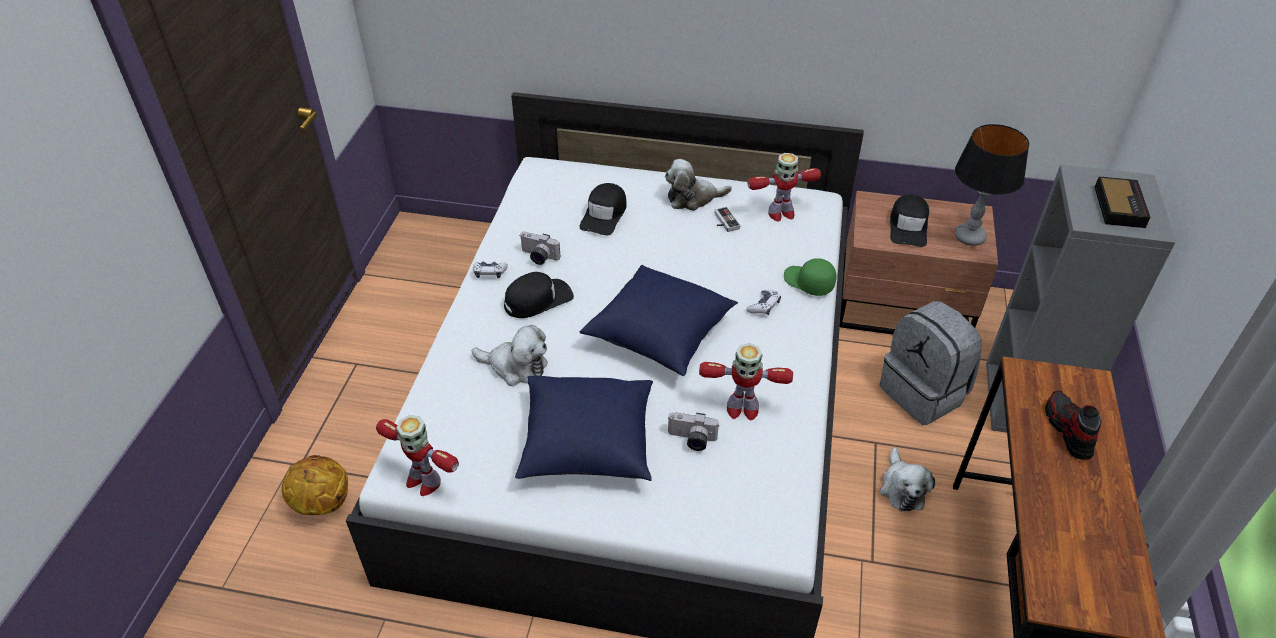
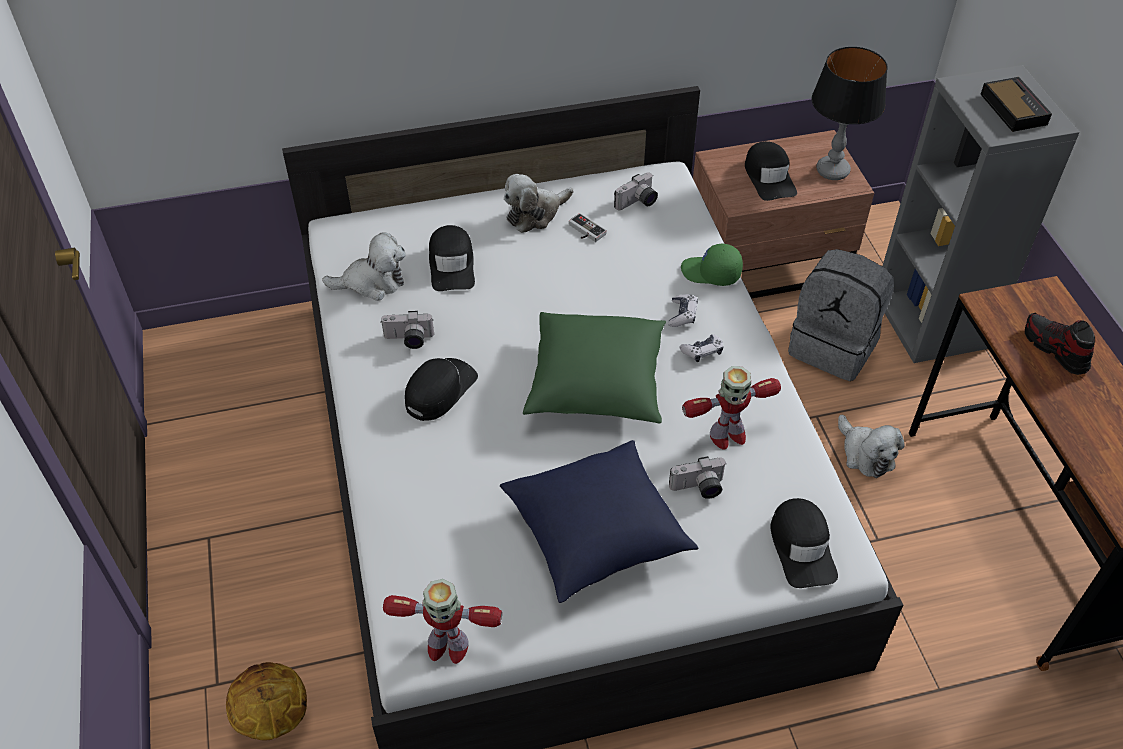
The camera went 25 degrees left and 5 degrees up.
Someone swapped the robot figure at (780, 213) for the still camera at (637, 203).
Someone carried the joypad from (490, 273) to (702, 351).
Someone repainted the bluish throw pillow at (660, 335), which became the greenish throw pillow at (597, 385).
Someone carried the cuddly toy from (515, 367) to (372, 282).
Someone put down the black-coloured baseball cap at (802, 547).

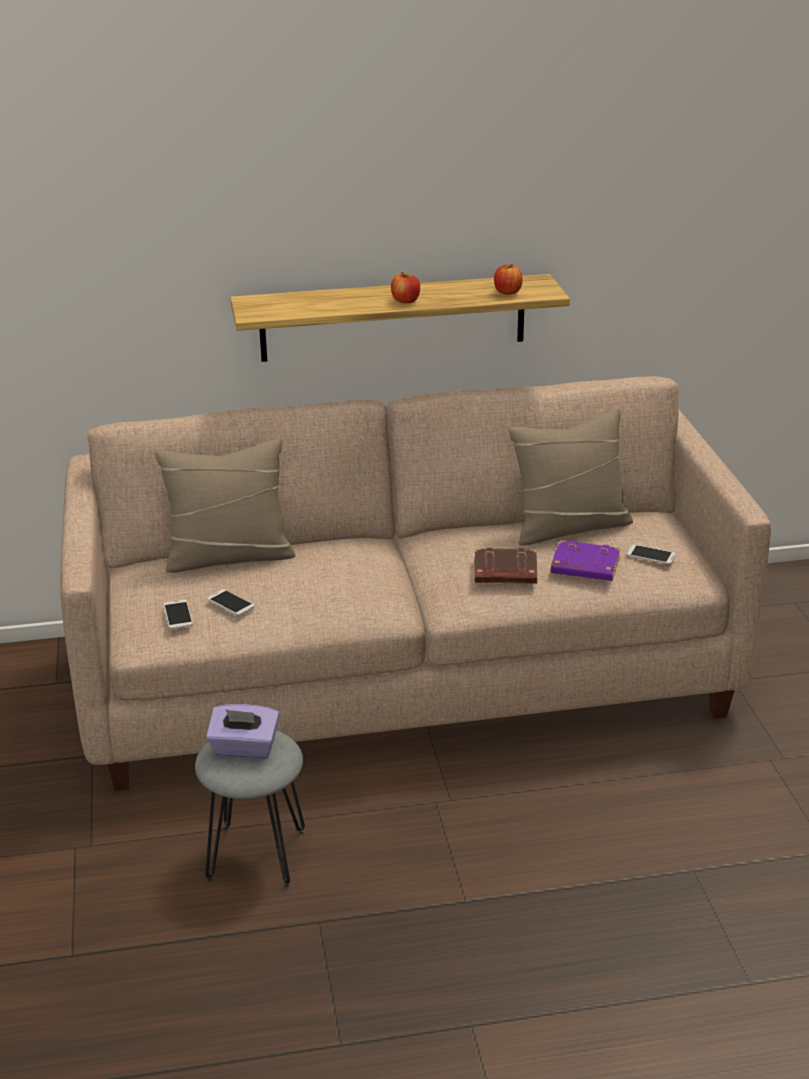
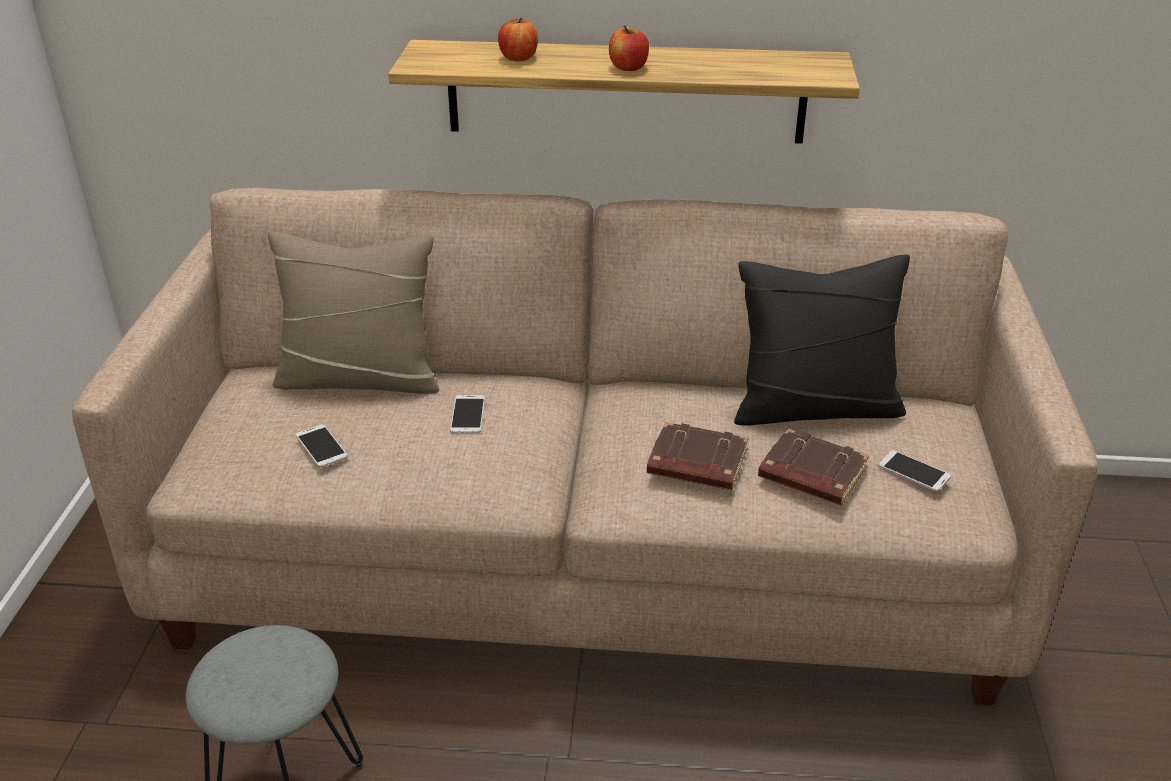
The camera went 15 degrees right and 5 degrees up.
Someone carried the apple from (507, 292) to (518, 58).
Someone repainted the beige-coloured throw pillow at (569, 527), which became the black-coloured throw pillow at (814, 407).
Someone repainted the purple bound book at (584, 567), which became the brown bound book at (810, 474).
Someone carried the telephone from (178, 615) to (467, 415).
Someone took away the purple tissue holder at (244, 749).

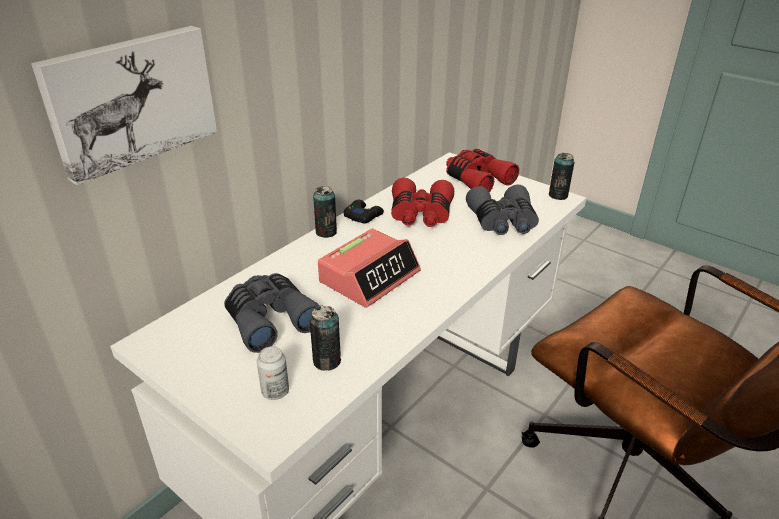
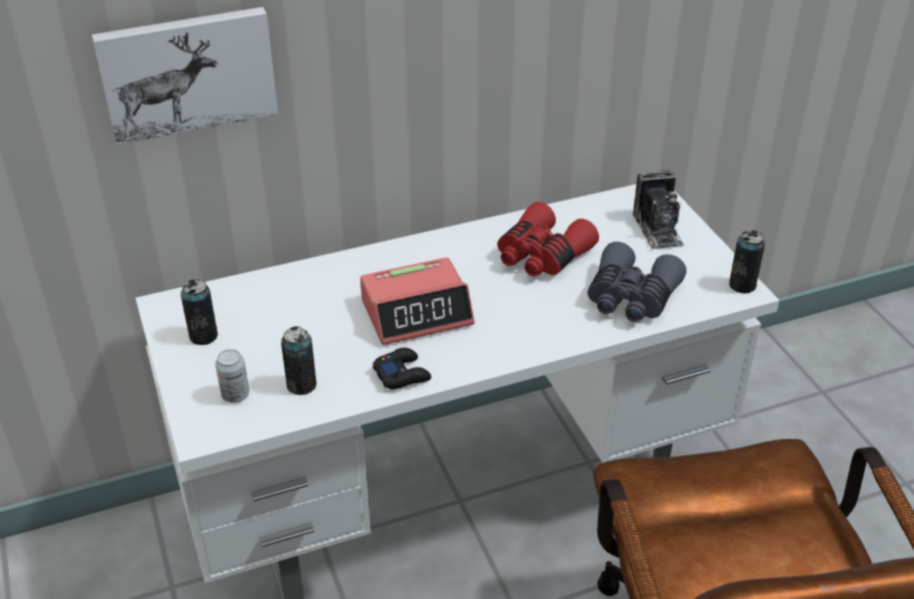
The camera went 30 degrees right and 5 degrees up.
Someone swapped the red pair of binoculars at (477, 179) for the still camera at (657, 229).
Someone carried the sealed can from (326, 232) to (203, 336).
Someone carried the black-coloured joypad from (363, 216) to (402, 374).
Someone took away the grey pair of binoculars at (270, 319).

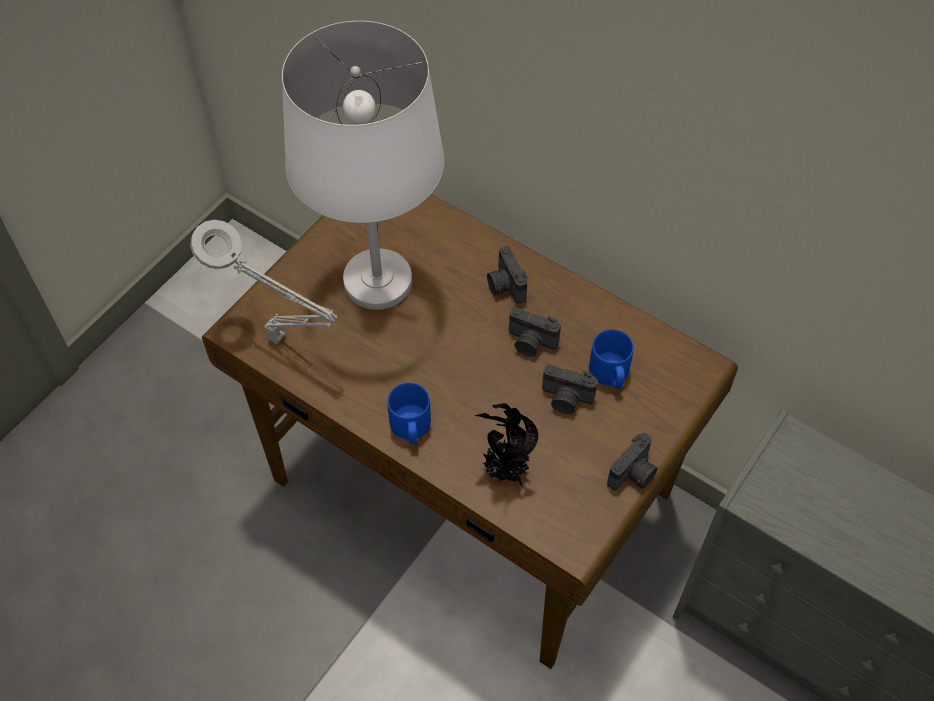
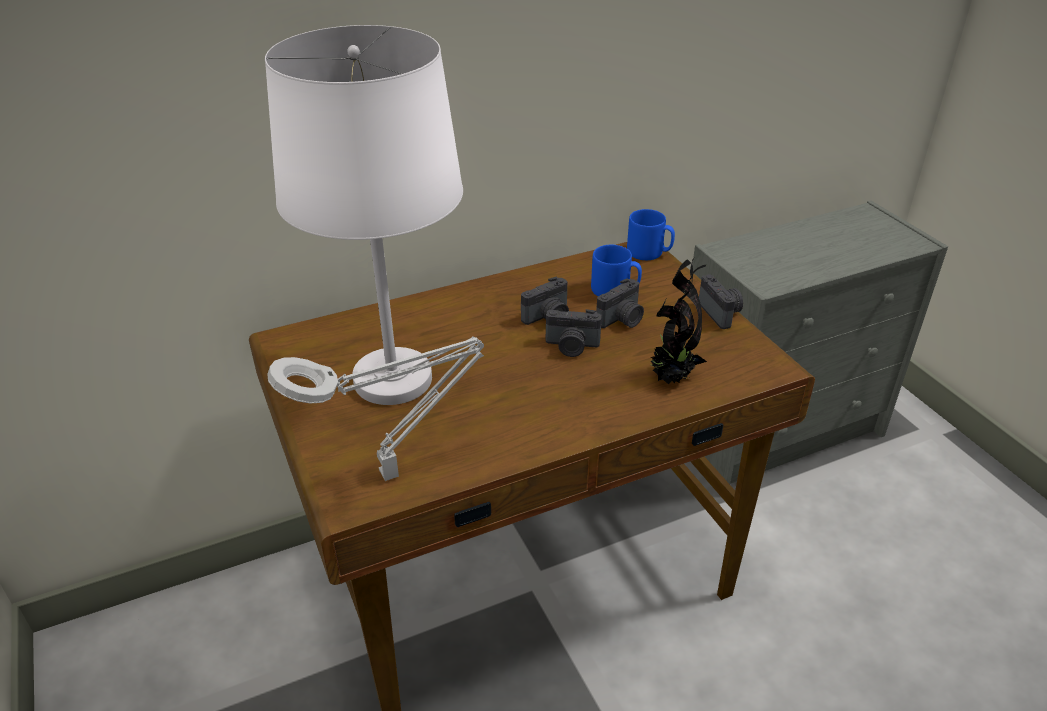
The camera went 60 degrees left and 20 degrees down.
Someone carried the still camera from (505, 286) to (571, 347).
Someone carried the bluish mug from (411, 427) to (649, 253).

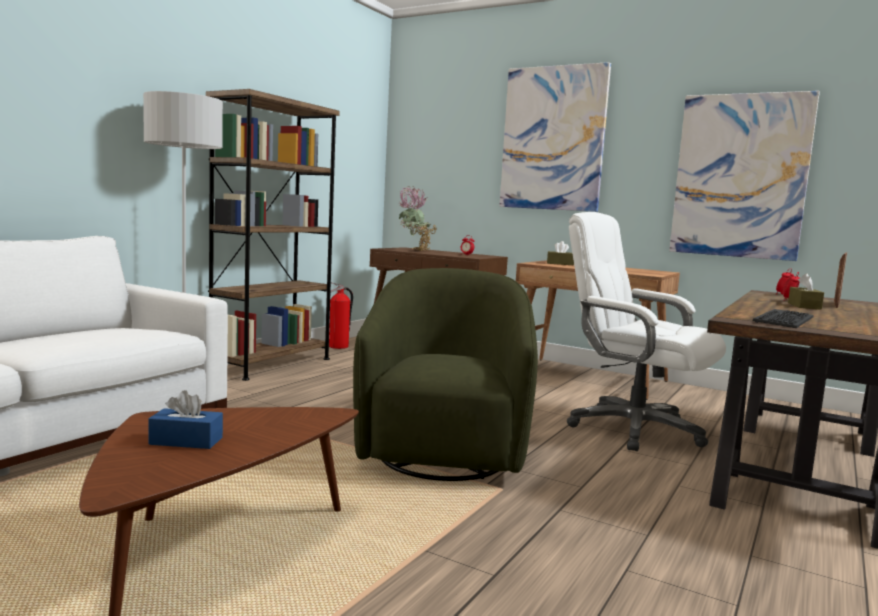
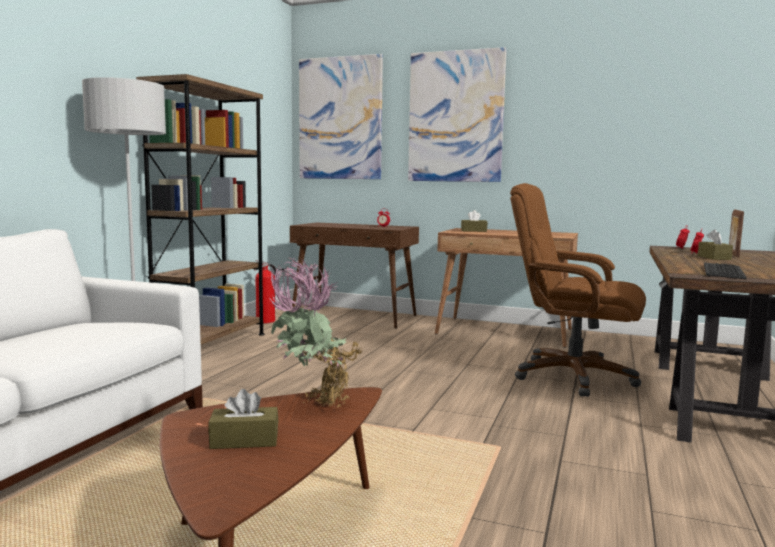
The camera went 10 degrees left and 0 degrees up.
Someone carried the wall picture from (740, 176) to (340, 118).
Someone carried the houseplant from (414, 251) to (312, 404).
Someone repainted the white-coloured computer chair at (633, 429), which became the brown computer chair at (572, 376).
Someone took away the greenish armchair at (444, 450).
Someone repainted the bluish tissue holder at (186, 441), which became the brown tissue holder at (244, 440).

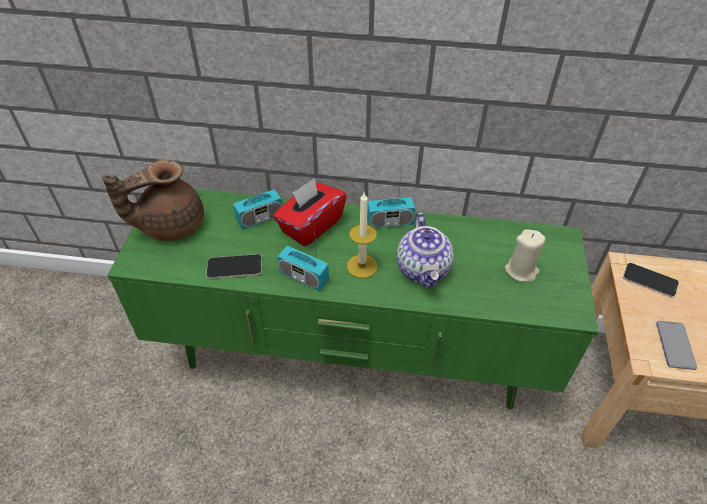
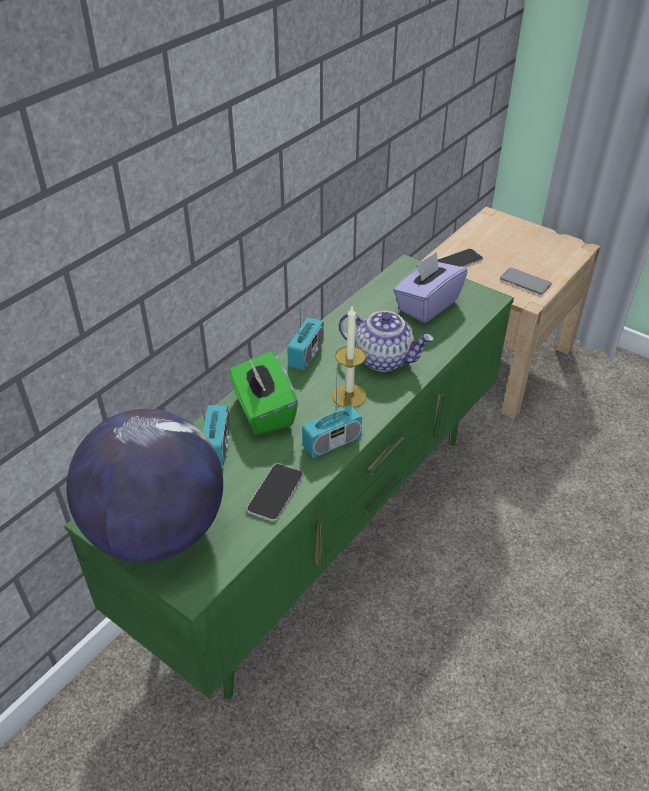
The camera went 60 degrees left and 5 degrees down.
Someone swapped the brown teapot at (170, 225) for the world globe at (157, 531).
Someone repainted the red tissue holder at (310, 226), which became the greenish tissue holder at (263, 411).
Someone swapped the beige-coloured candle at (521, 271) for the purple tissue holder at (427, 305).

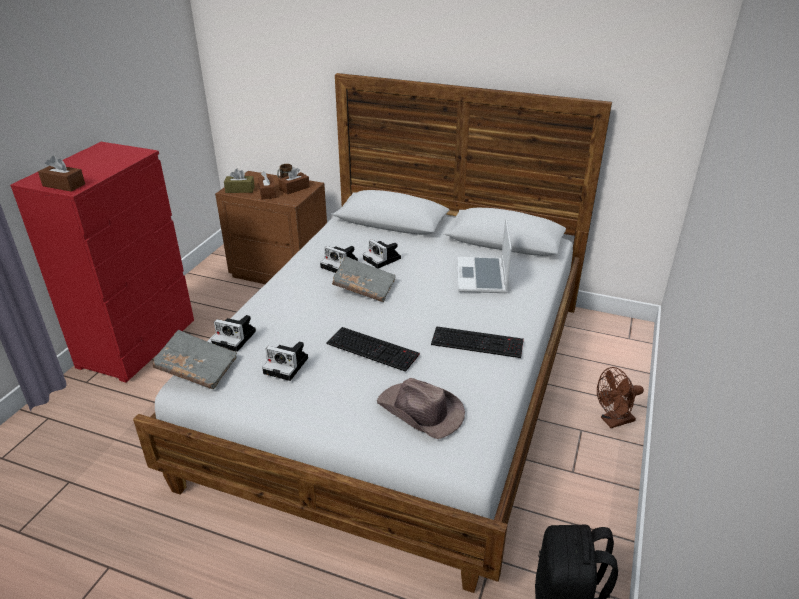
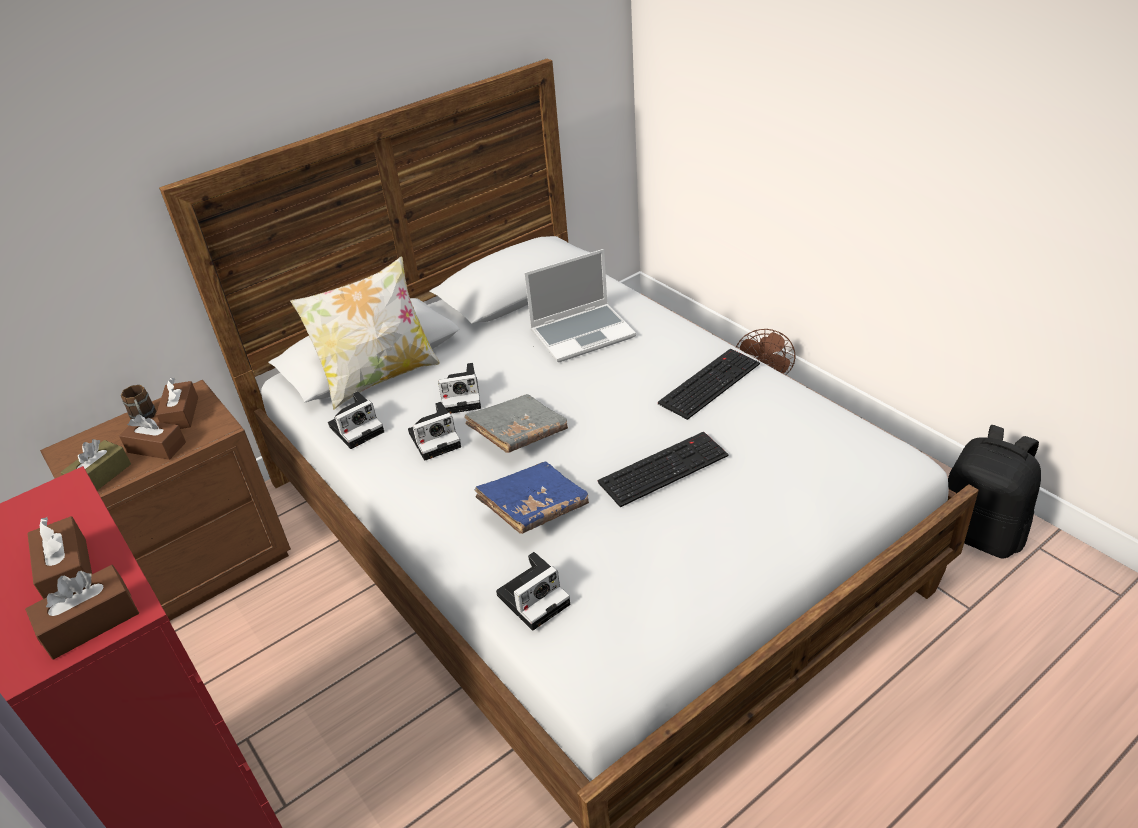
The camera went 55 degrees left and 5 degrees up.
Someone rotated the portable computer at (482, 277) by 60 degrees counterclockwise.
Someone took away the grey bound book at (197, 369).
Someone carried the still camera from (288, 365) to (358, 428).
Someone took away the brown hat at (420, 411).
Someone put down the throw pillow at (380, 377).
Someone put down the bluish bound book at (534, 508).
Someone put down the brown tissue holder at (68, 572).

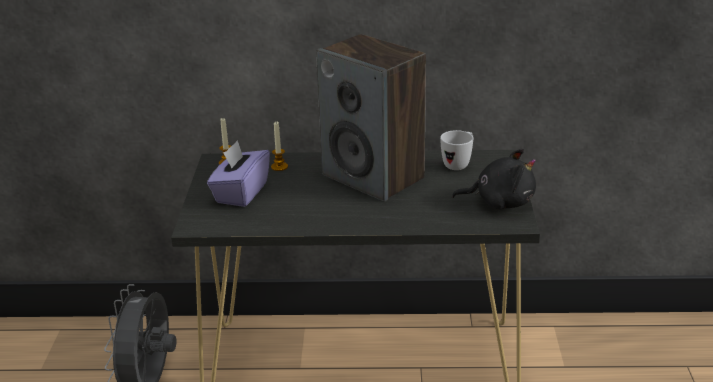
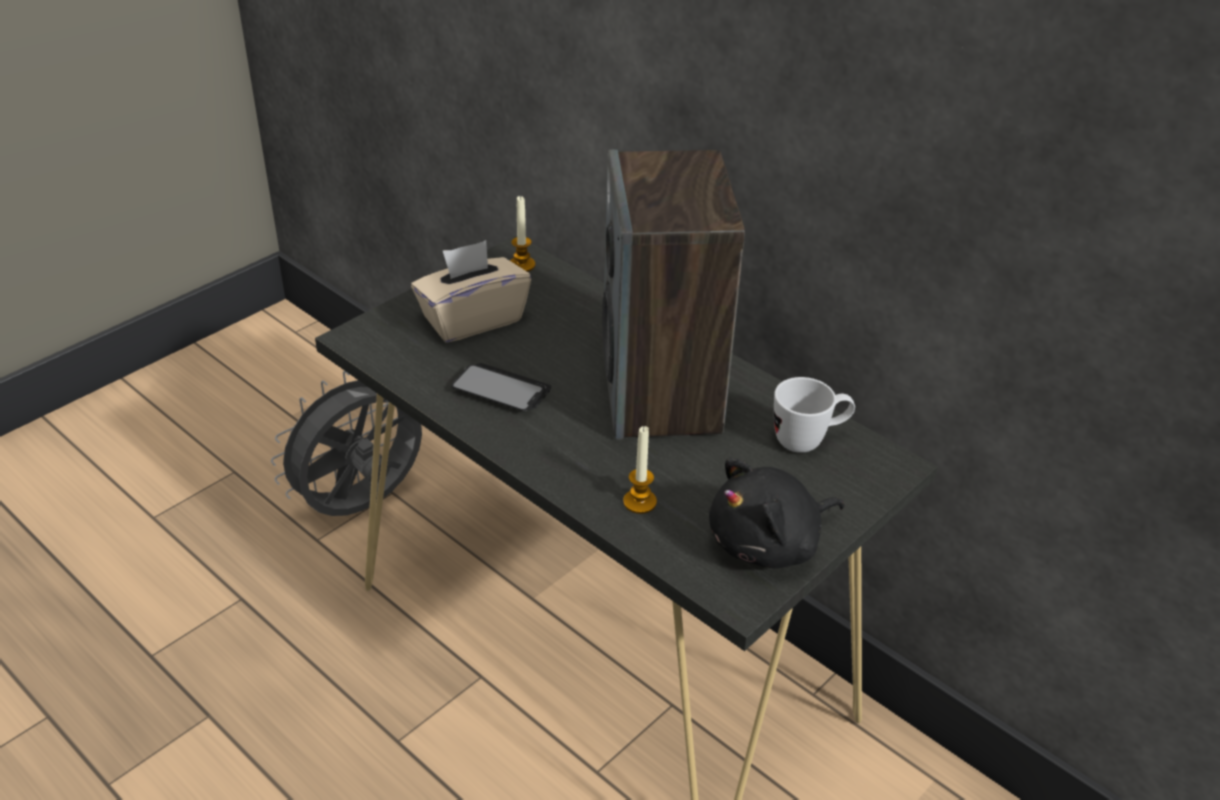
The camera went 40 degrees right and 10 degrees up.
Someone carried the candle from (279, 167) to (640, 502).
Someone repainted the purple tissue holder at (241, 193), which became the beige-coloured tissue holder at (472, 319).
Someone rotated the black-coloured cuddly toy at (500, 202) by 105 degrees clockwise.
Someone put down the telephone at (501, 389).

